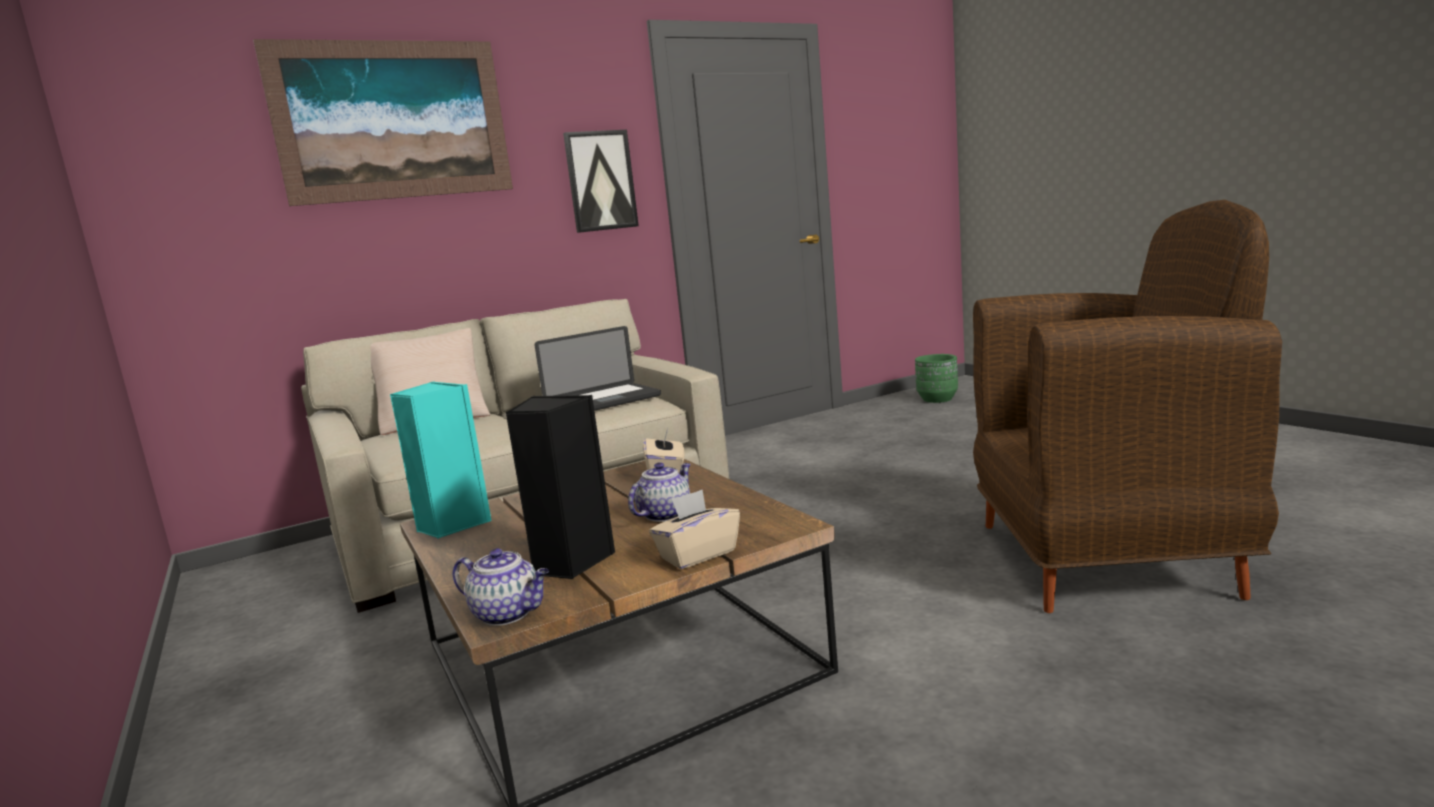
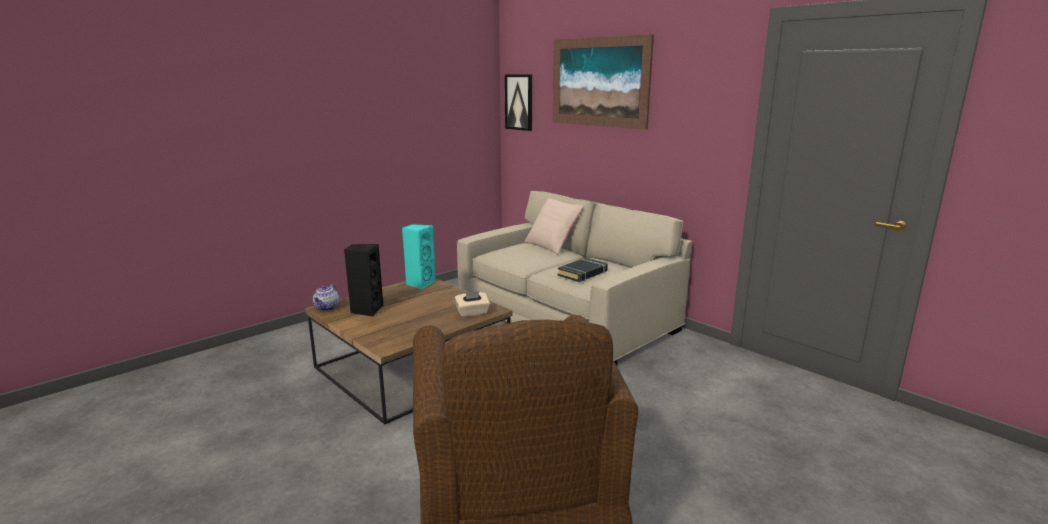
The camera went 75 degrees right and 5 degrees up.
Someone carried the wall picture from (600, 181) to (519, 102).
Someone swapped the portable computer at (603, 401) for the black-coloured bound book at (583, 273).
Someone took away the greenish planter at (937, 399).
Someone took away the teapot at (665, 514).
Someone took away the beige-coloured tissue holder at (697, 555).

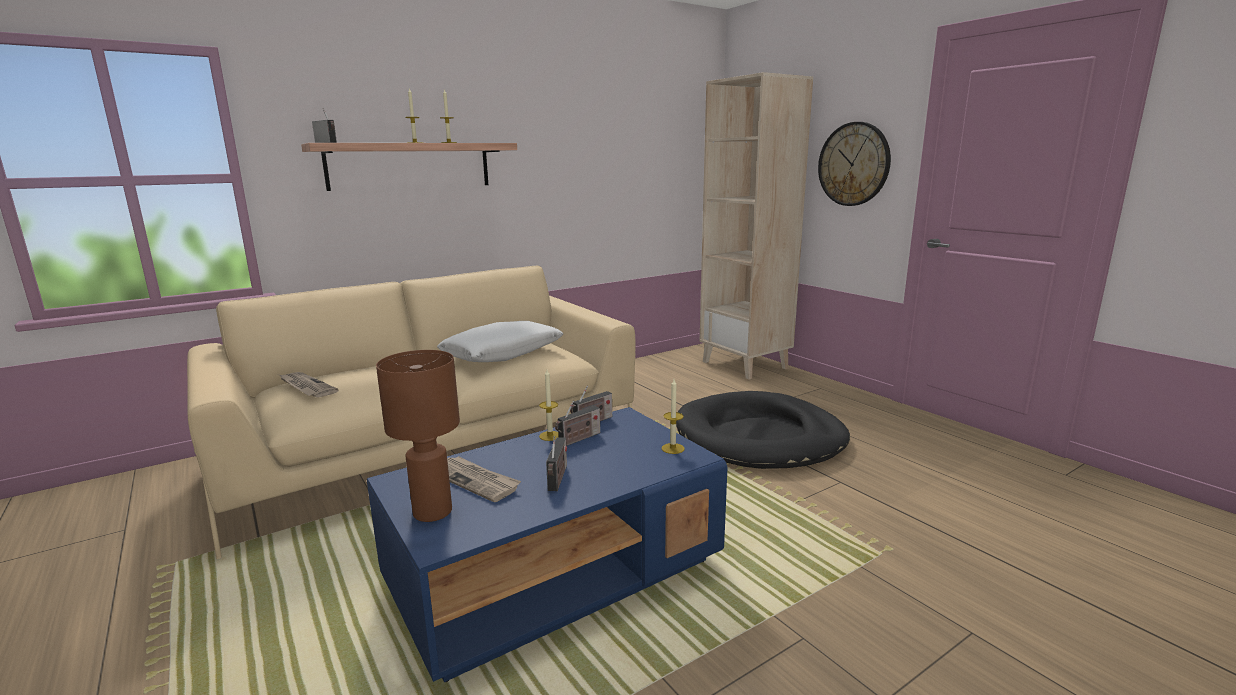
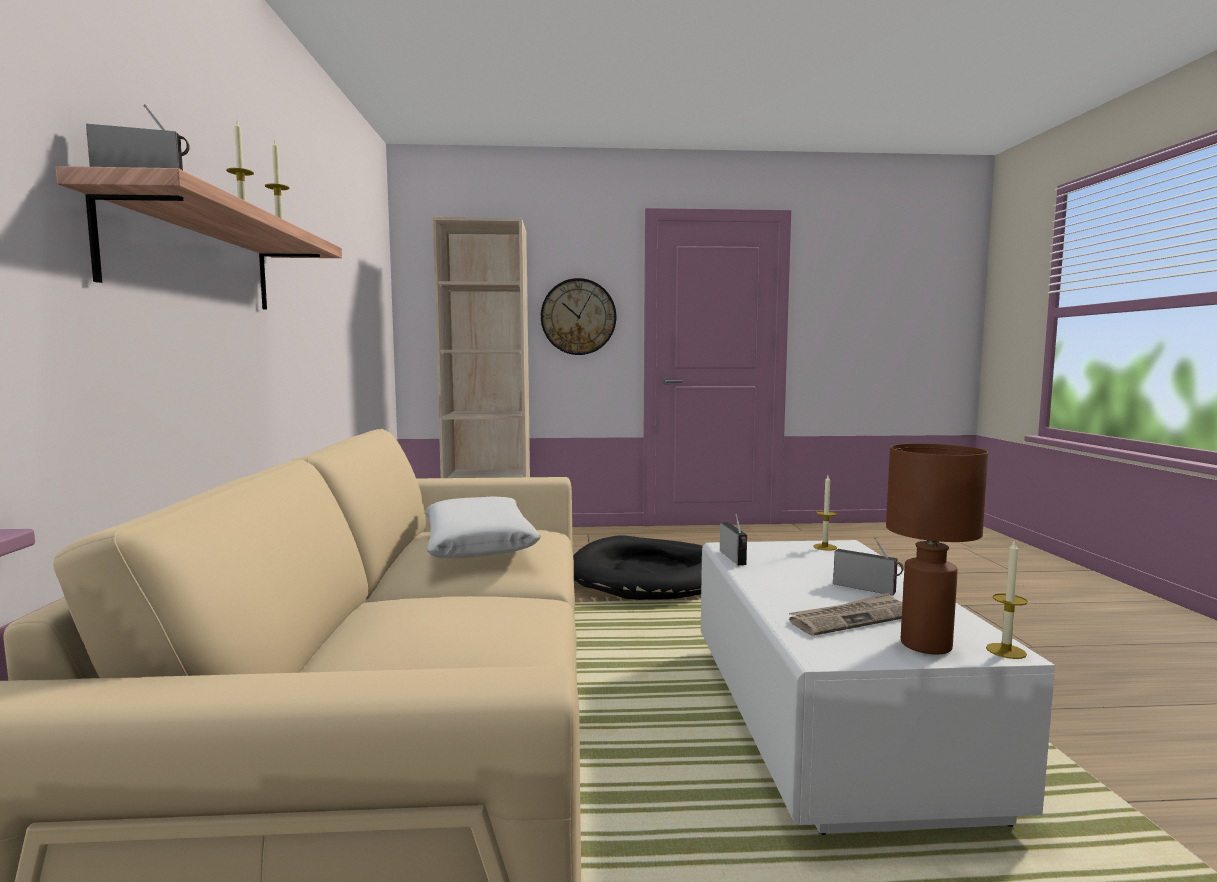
The camera went 60 degrees left and 10 degrees down.
Someone carried the candle from (550, 436) to (1006, 651).
Someone took away the printed paper at (306, 387).
Someone took away the radio receiver at (578, 439).
Someone repainted the bluish lounge table at (555, 573), which became the white-coloured lounge table at (830, 721).

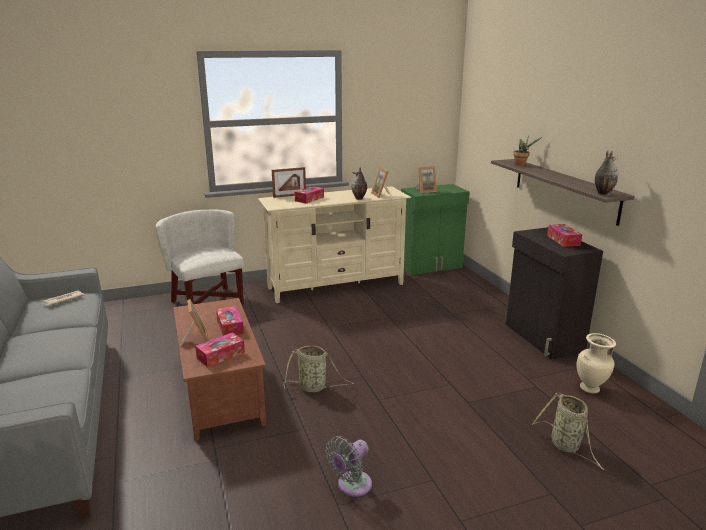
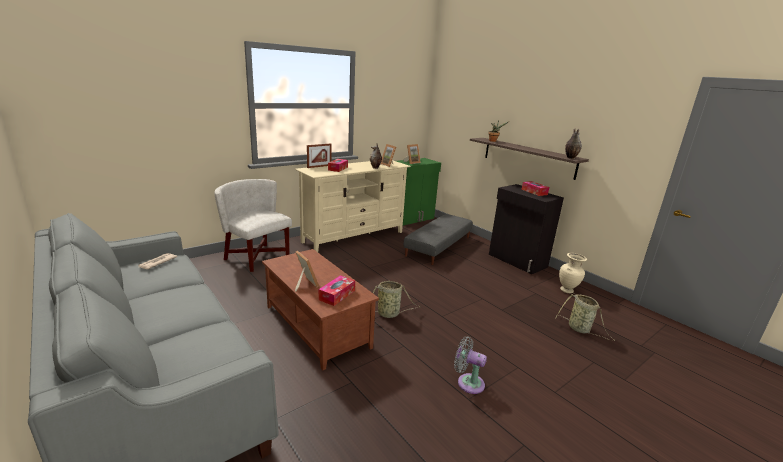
The camera went 20 degrees left and 0 degrees up.
Someone took away the tissue holder at (230, 326).
Someone rotated the grey electric fan at (351, 486) by 90 degrees clockwise.
Someone put down the grey pouffe at (439, 246).

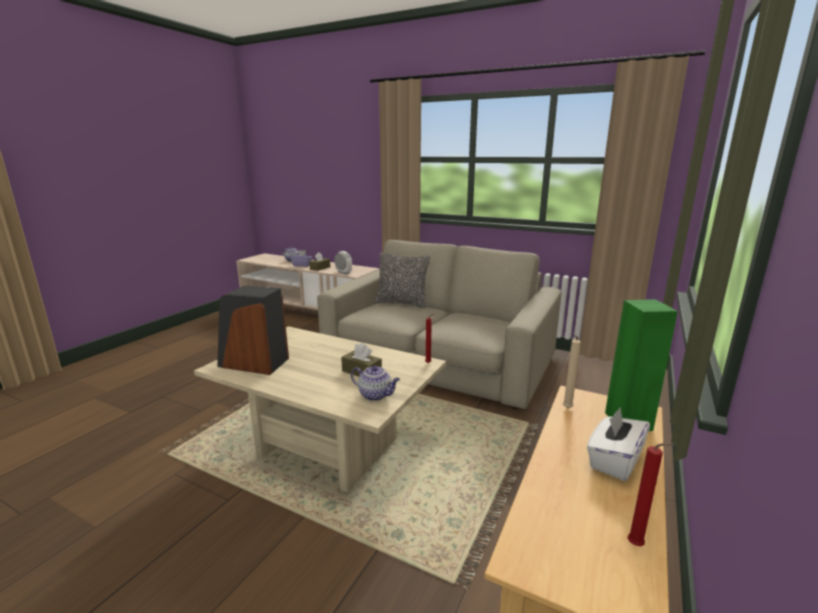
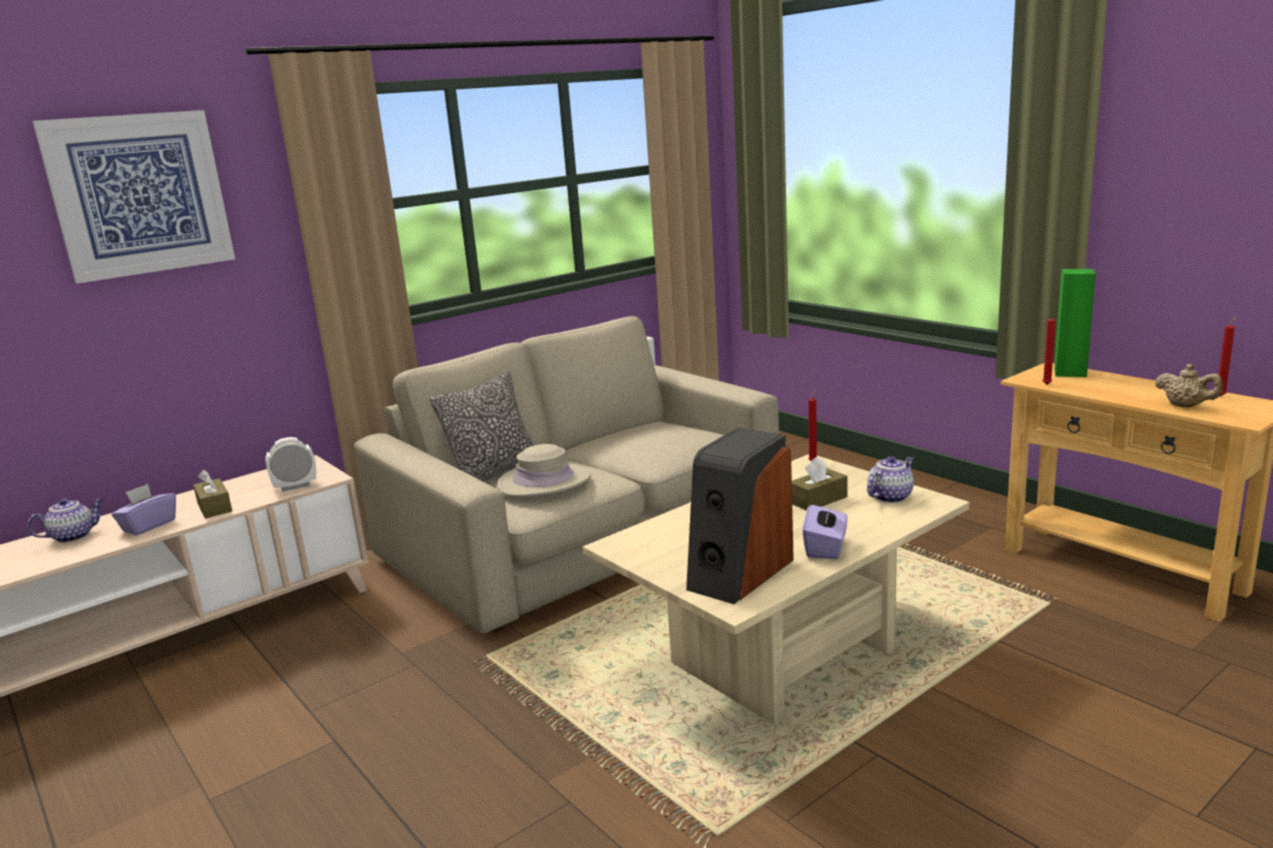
The camera went 65 degrees left and 0 degrees up.
Someone repainted the beige-coloured candle at (566, 409), which became the red candle at (1048, 385).
Someone took away the white-coloured tissue holder at (614, 460).
Someone put up the wall picture at (139, 194).
Someone put down the beige-coloured teapot at (1185, 406).
Someone put down the beige-coloured hat at (544, 482).
Someone put down the purple tissue holder at (825, 548).

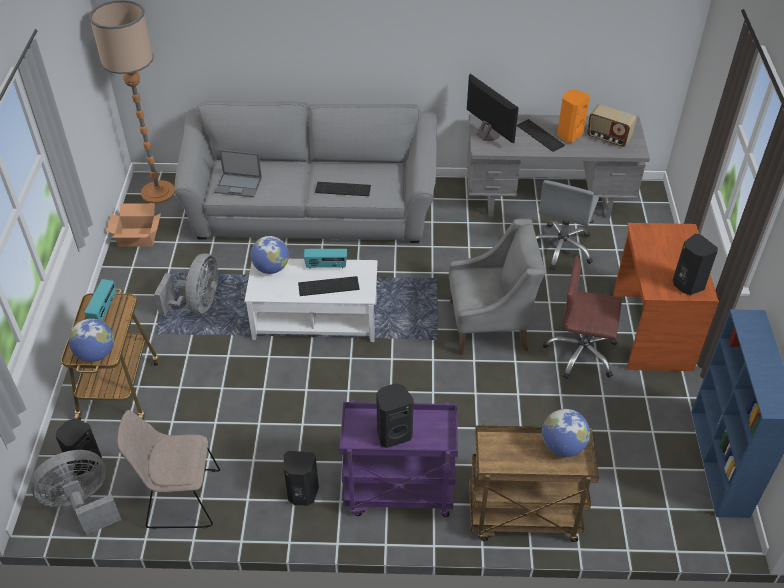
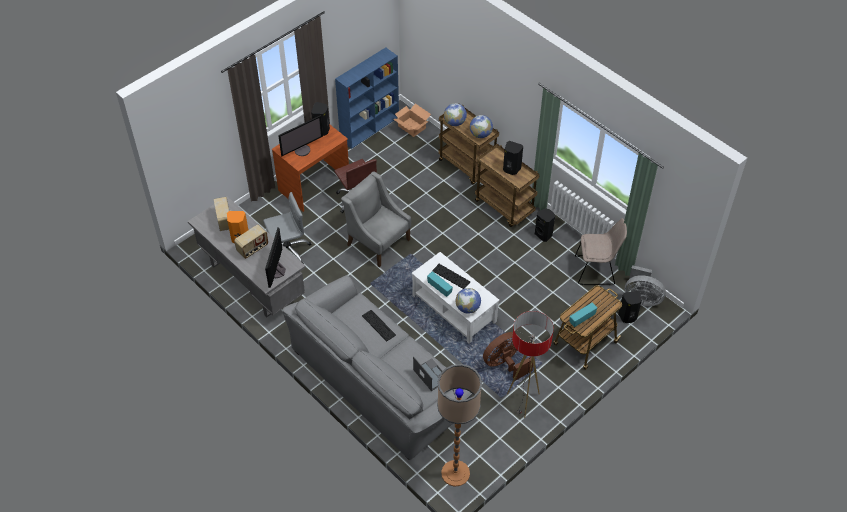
The camera went 135 degrees left and 5 degrees up.
Someone swapped the keyboard at (541, 135) for the radio receiver at (253, 248).
Someone carried the cardboard box from (137, 237) to (411, 127).
Someone repainted the grey electric fan at (198, 304), which became the brown electric fan at (505, 364).
Someone carried the world globe from (96, 354) to (480, 134).
Someone repainted the purple trolley at (397, 493), which became the brown trolley at (505, 207).
Someone rotated the beige-coloured chair at (180, 498) by 45 degrees counterclockwise.
Someone put down the monitor at (302, 150).
Someone put down the standing lamp at (523, 402).

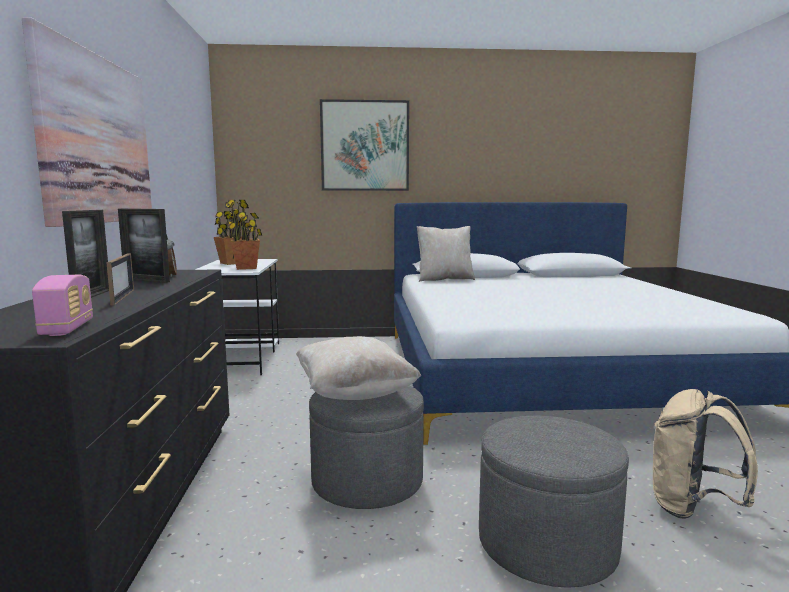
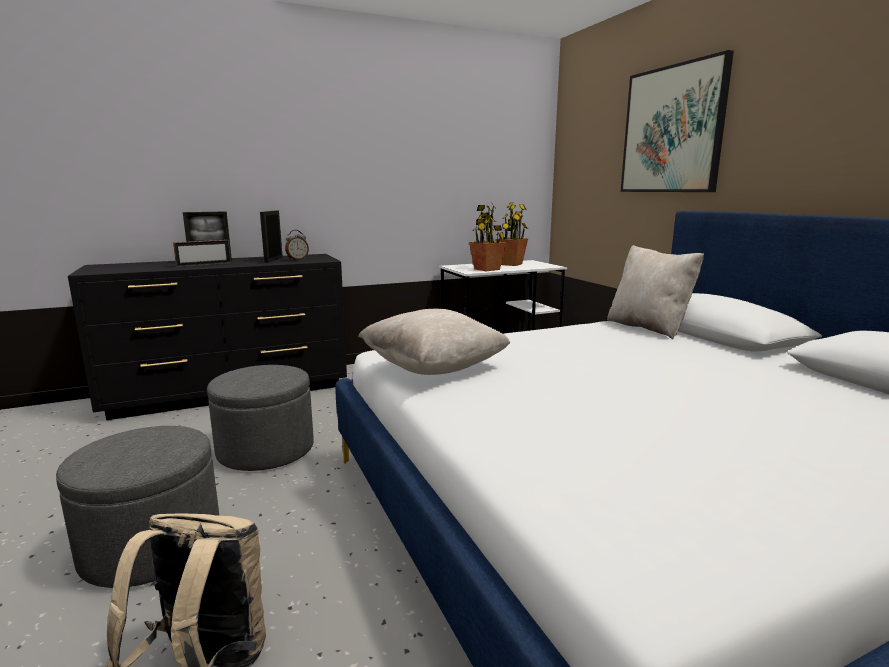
The camera went 70 degrees right and 5 degrees up.
Someone took away the wall picture at (97, 140).
Someone took away the radio receiver at (67, 328).
Someone carried the beige-coloured throw pillow from (354, 394) to (433, 368).

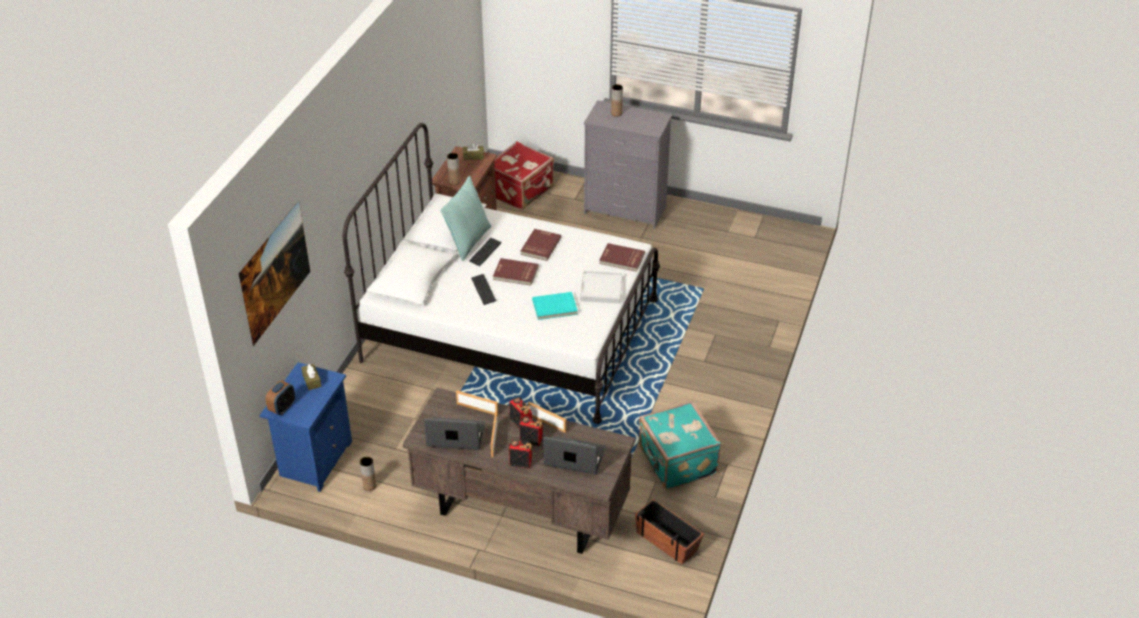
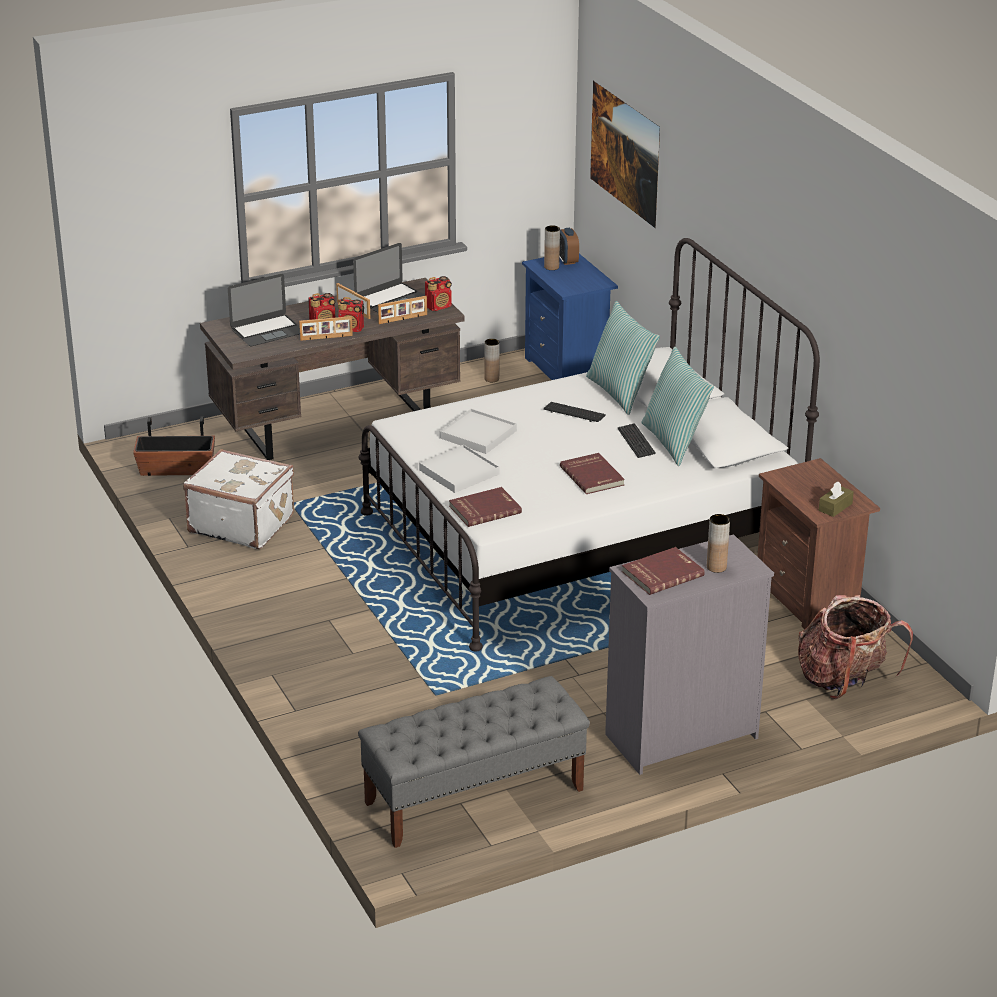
The camera went 135 degrees right and 10 degrees down.
Someone swapped the red piece of luggage at (521, 191) for the rucksack at (844, 680).
Someone carried the brown vase from (454, 182) to (551, 267).
Someone carried the red bound book from (515, 274) to (661, 573).
Someone swapped the blue-green bound book at (555, 308) for the white-coloured tray at (478, 434).
Someone took away the brown tissue holder at (312, 380).
Someone repainted the blue-green piece of luggage at (676, 462), which became the white-coloured piece of luggage at (242, 523).
Someone carried the radio receiver from (520, 462) to (439, 307).
Someone put down the throw pillow at (620, 392).
Someone put down the grey bench at (473, 796).

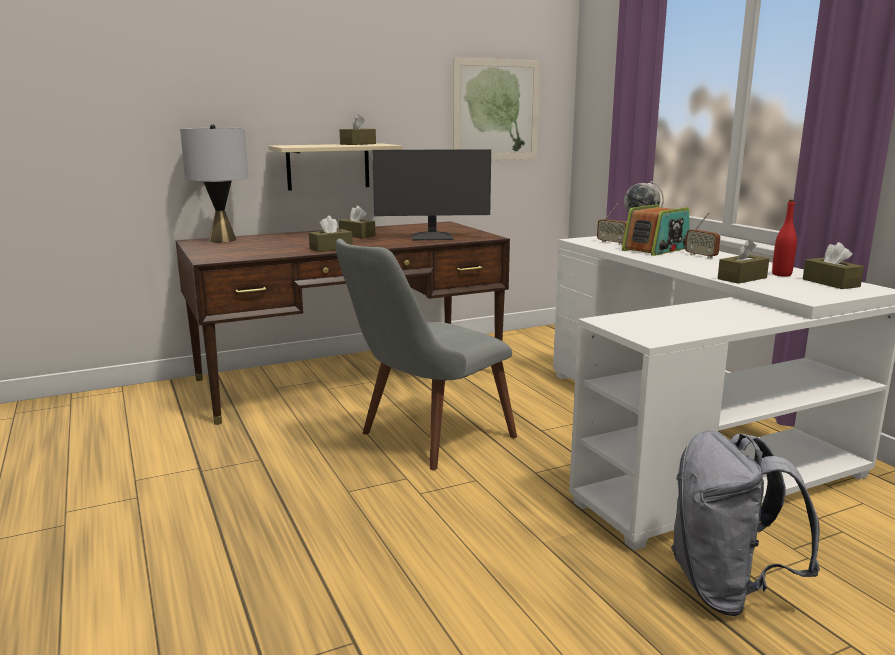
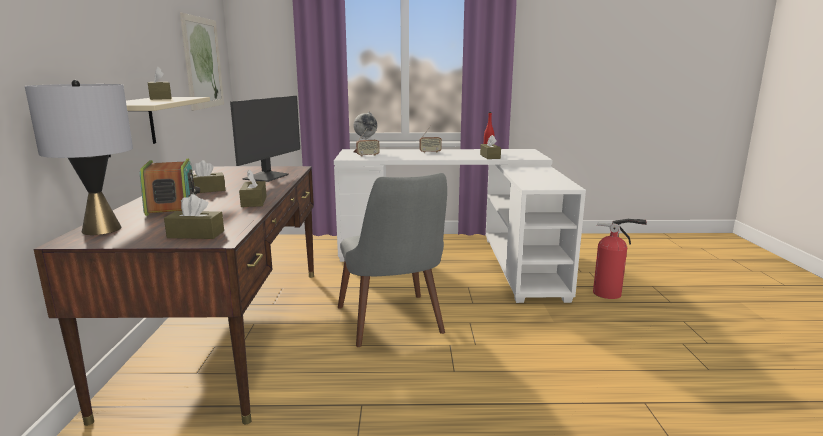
The camera went 65 degrees left and 0 degrees up.
Someone carried the radio receiver from (656, 249) to (172, 205).
Someone carried the brown tissue holder from (830, 283) to (196, 234).
Someone swapped the grey rucksack at (727, 590) for the extinguisher at (610, 294).

